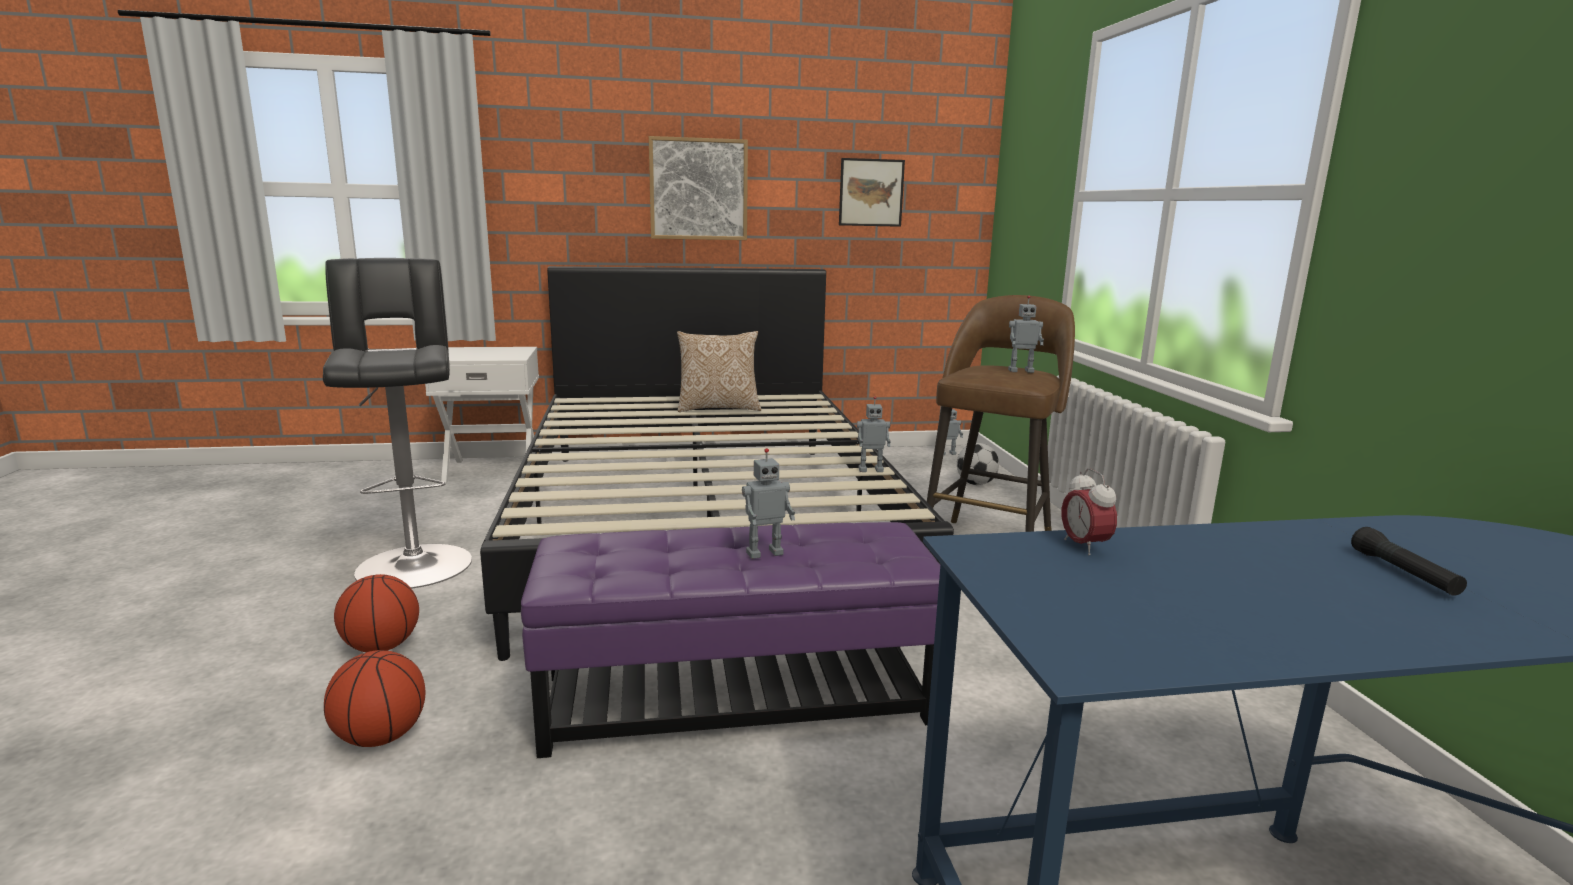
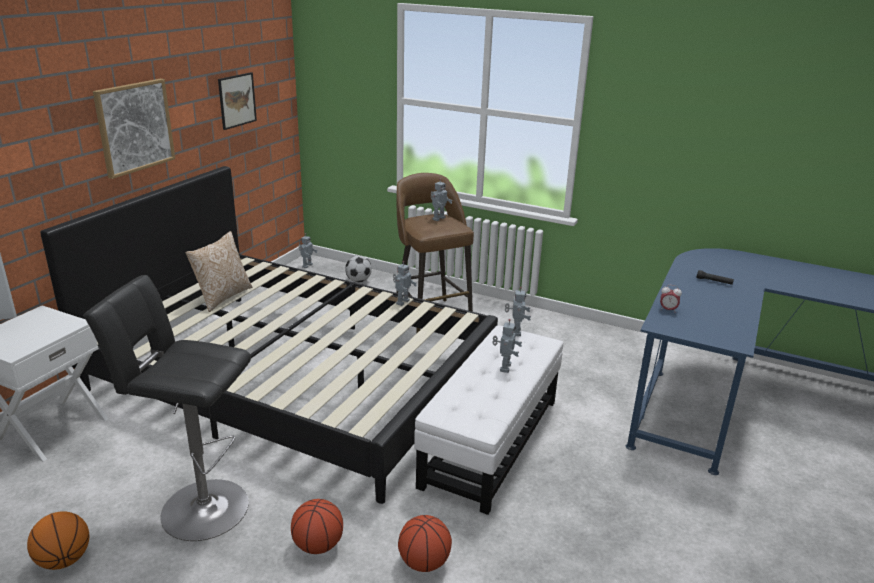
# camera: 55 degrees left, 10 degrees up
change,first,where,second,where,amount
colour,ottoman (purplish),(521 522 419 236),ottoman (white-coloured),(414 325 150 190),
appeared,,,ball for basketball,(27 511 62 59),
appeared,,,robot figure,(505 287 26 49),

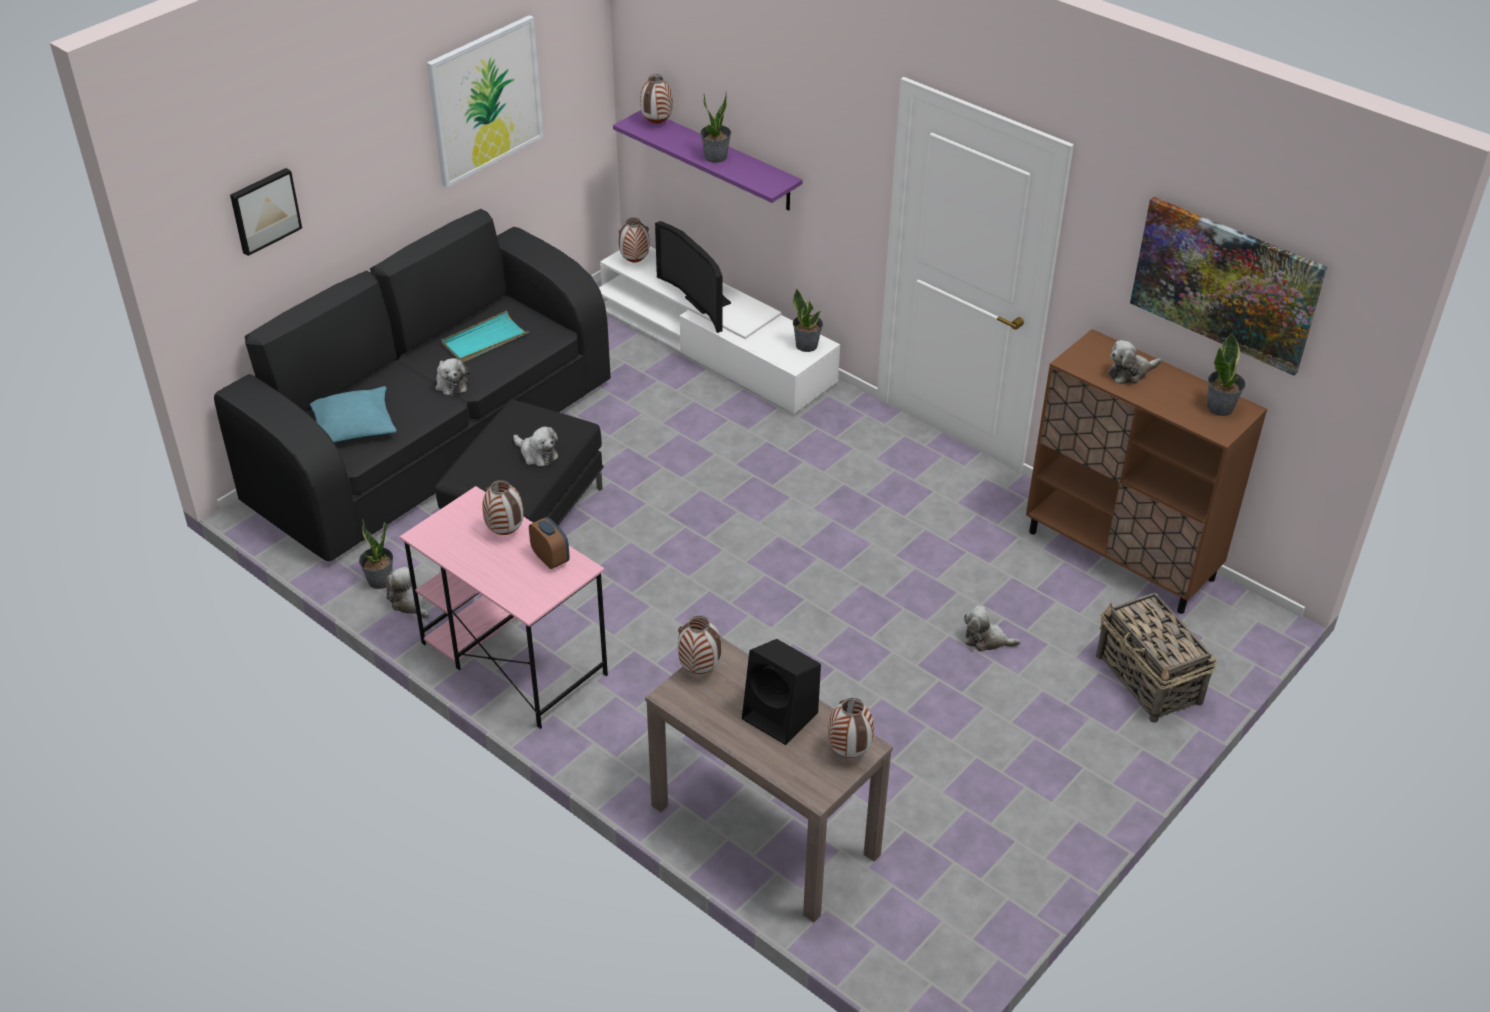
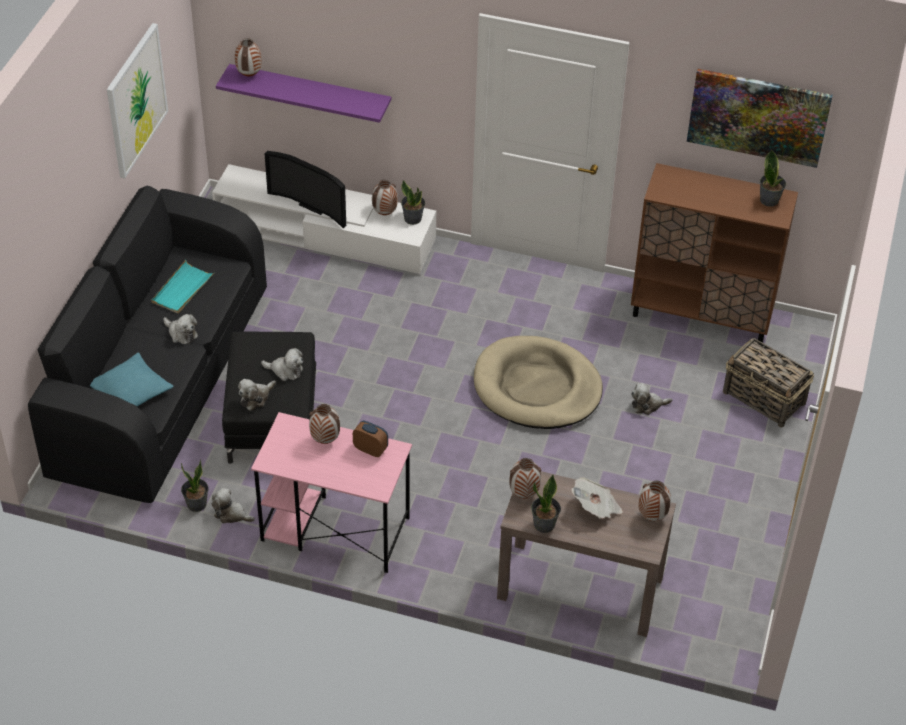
# camera: 25 degrees left, 5 degrees up
change,first,where,second,where,amount
missing,wall picture,(230 168 72 88),,,
relocated,decorative vase,(618 218 31 45),,(372 180 26 35),
relocated,houseplant,(700 92 31 71),,(531 474 30 59),
exchanged,loudspeaker (blackish),(742 639 79 106),printed paper,(571 477 52 42),
relocated,plush toy,(1108 340 53 44),,(238 379 38 32),
appeared,,,dog bed (beige-coloured),(474 336 129 93),

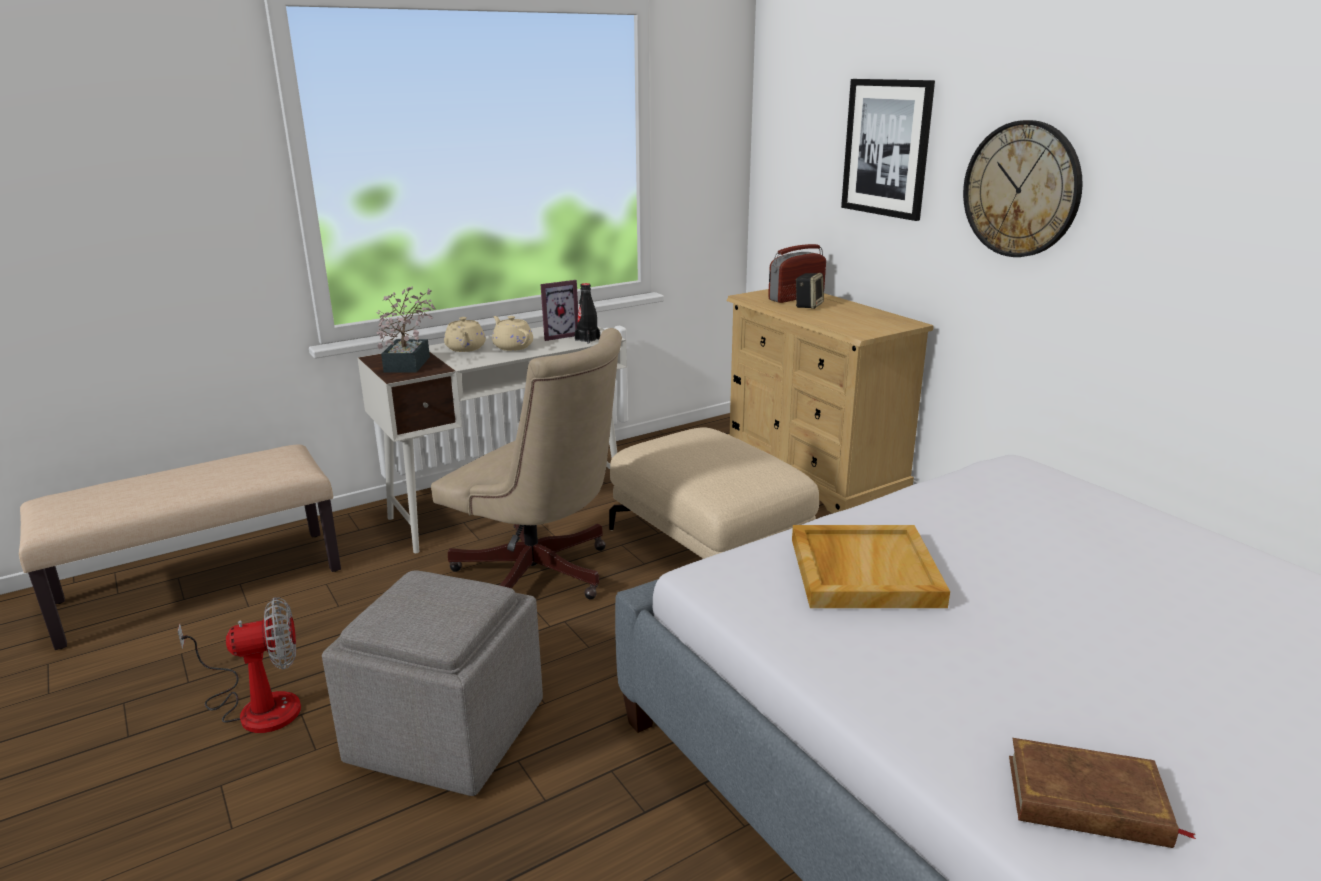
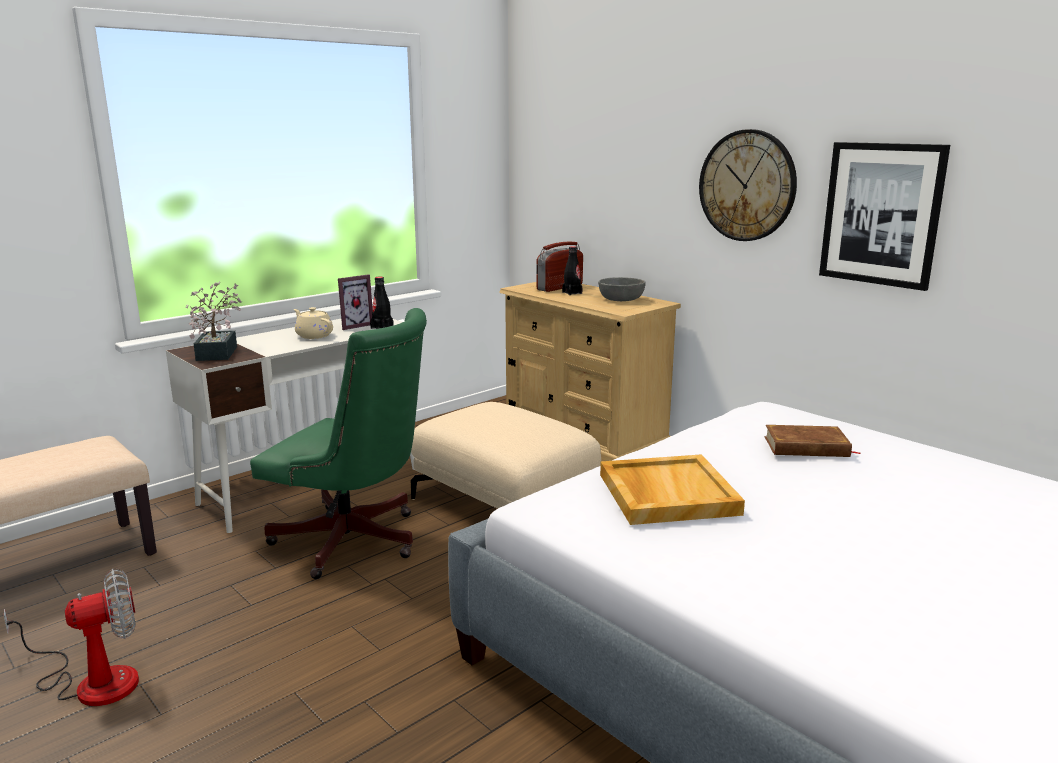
# camera: 10 degrees left, 5 degrees down
change,first,where,second,where,amount
missing,ottoman (gray),(322 570 221 226),,,
colour,computer chair (beige-coloured),(431 328 191 271),computer chair (green-coloured),(250 308 177 271),
missing,teapot (beige-coloured),(444 317 42 35),,,
exchanged,loudspeaker,(795 273 29 36),bottle (blackish),(562 246 21 49),
relocated,wall picture,(841 79 94 142),,(819 142 131 149),
relocated,book (brown),(1009 738 187 110),,(765 425 96 32),
appeared,,,bowl (gray),(598 277 47 24),

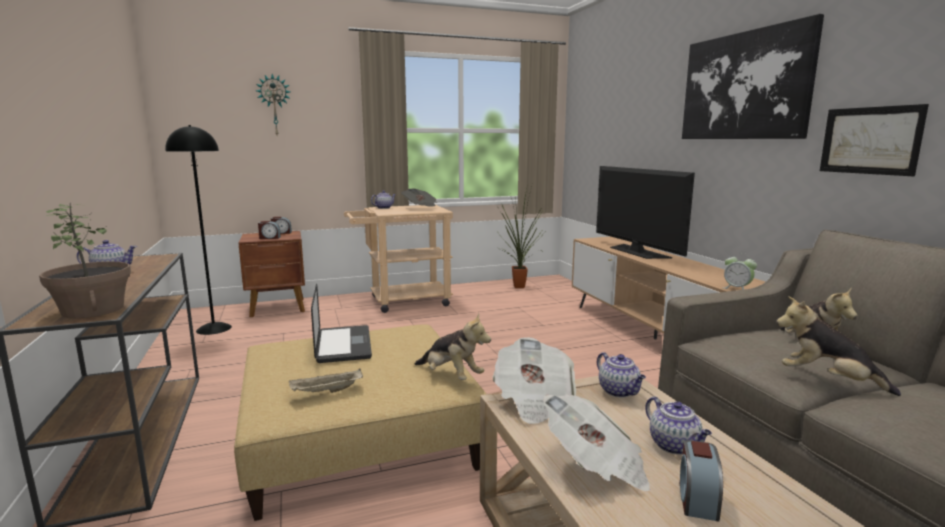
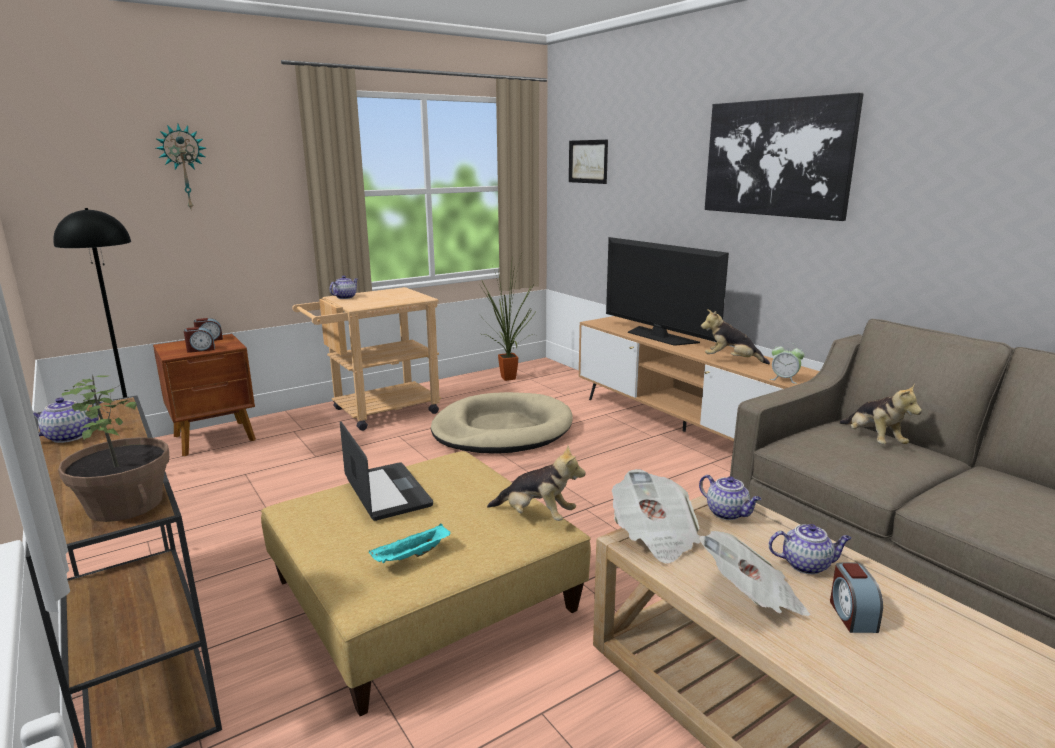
# camera: 15 degrees left, 5 degrees up
change,first,where,second,where,amount
colour,serving tray (beige-coloured),(289 369 74 24),serving tray (blue-green),(369 524 81 39),
missing,printed paper,(401 189 36 18),,,
spun,teapot,(645 397 67 58),,(769 524 83 50),45 degrees counterclockwise
relocated,plush toy,(776 296 125 100),,(701 309 69 55),
relocated,wall picture,(820 104 109 72),,(569 140 39 44),
appeared,,,dog bed (beige-coloured),(431 392 142 62),

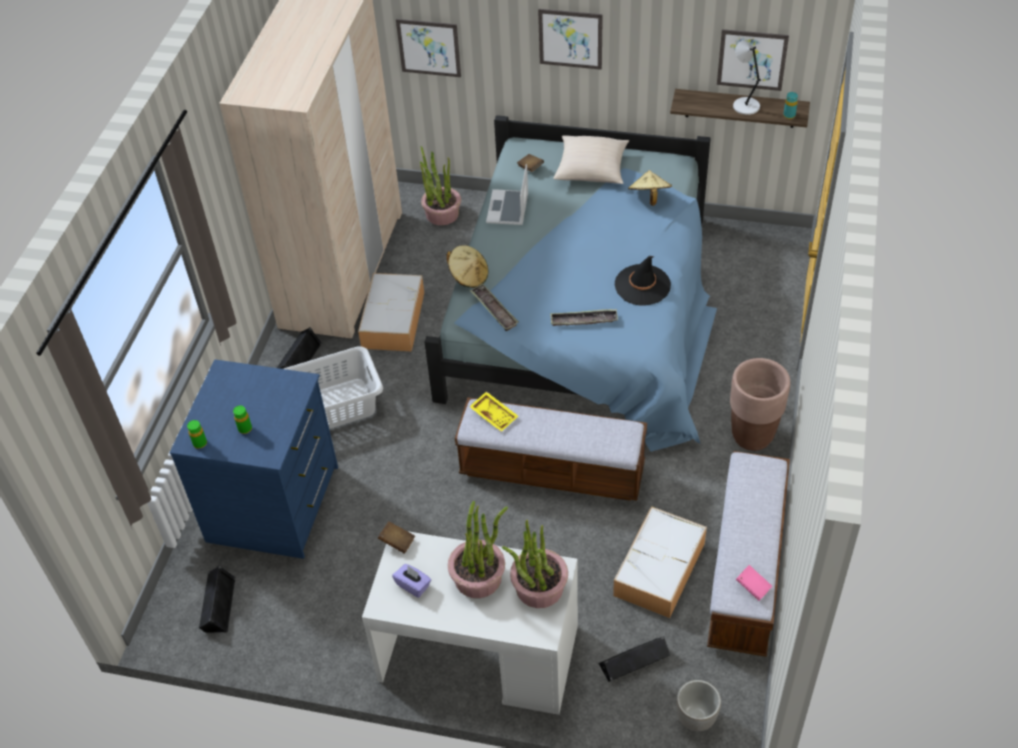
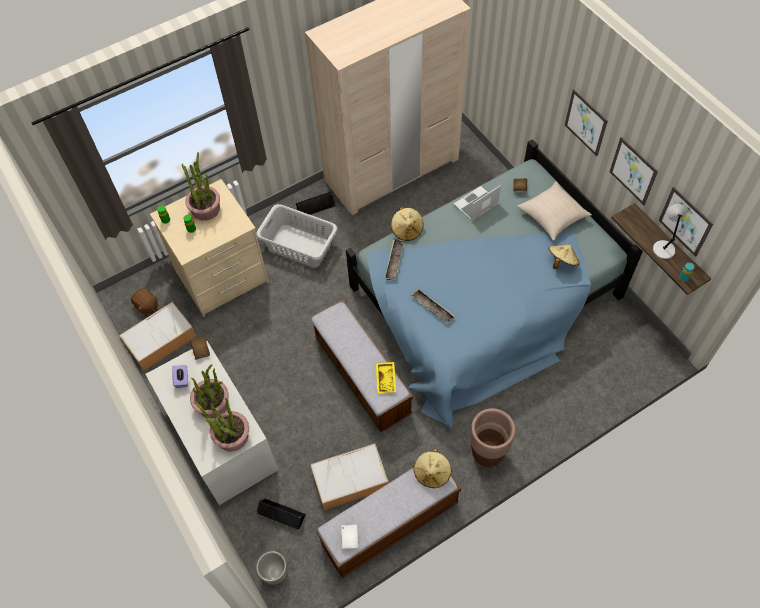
# camera: 45 degrees right, 10 degrees up
change,first,where,second,where,amount
colour,chest of drawers (blue),(169 359 169 200),chest of drawers (beige-coloured),(150 179 119 138),
exchanged,loudspeaker (blackish),(199 565 37 68),plush toy (brown),(131 288 27 28),
relocated,storage container,(358 273 66 78),,(119 302 77 68),
relocated,wall picture,(396 19 65 58),,(610 137 48 68),
relocated,houseplant,(420 146 41 79),,(182 152 38 69),
relocated,serving tray (yellow),(469 391 49 41),,(376 362 20 31),
missing,wearable hat (blackish),(615 256 56 50),,,
colour,book (pink-coloured),(736 565 36 36),book (white-coloured),(341 525 17 24),
appeared,,,wearable hat (beige-coloured),(413 449 38 39),

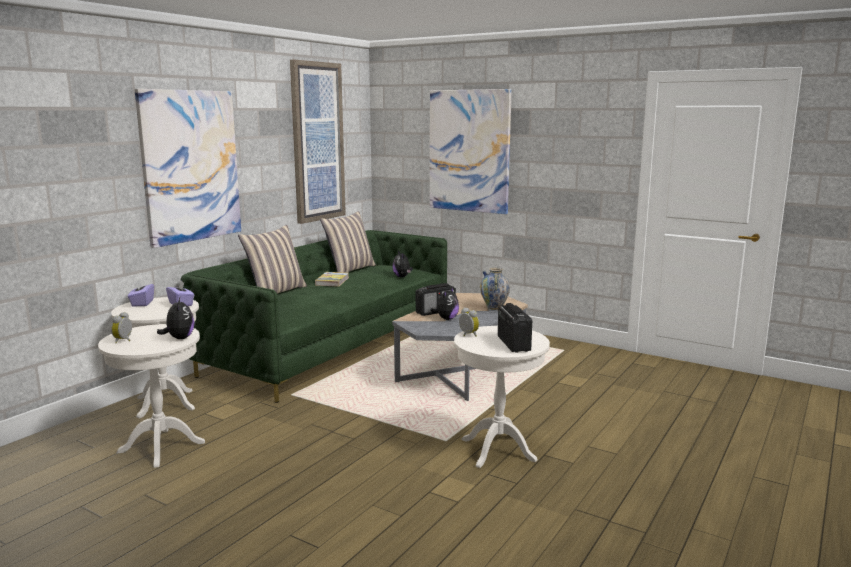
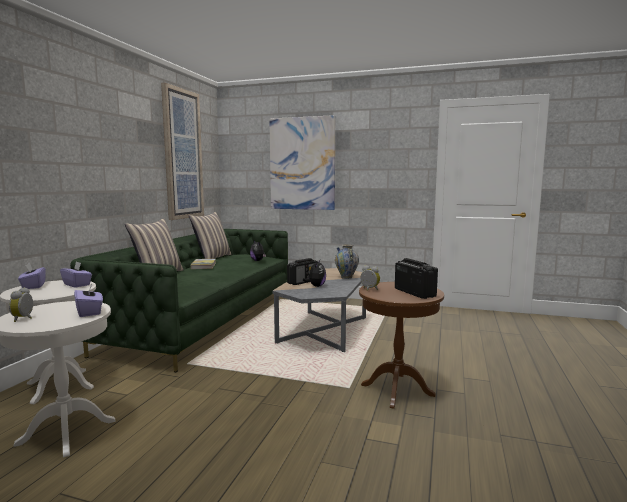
# camera: 15 degrees left, 5 degrees down
change,first,where,second,where,amount
missing,wall picture,(135 89 106 159),,,
exchanged,plush toy,(157 298 37 41),tissue box (purplish),(74 283 29 34),
colour,side table (white-coloured),(454 326 96 142),side table (brown),(359 282 85 127),

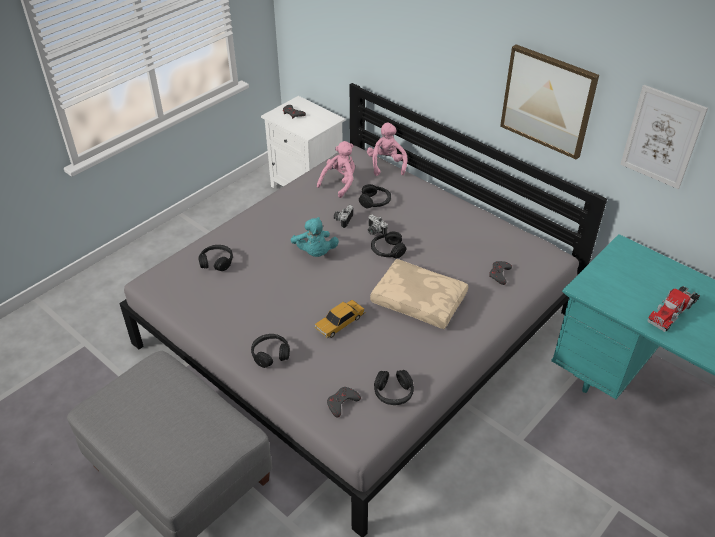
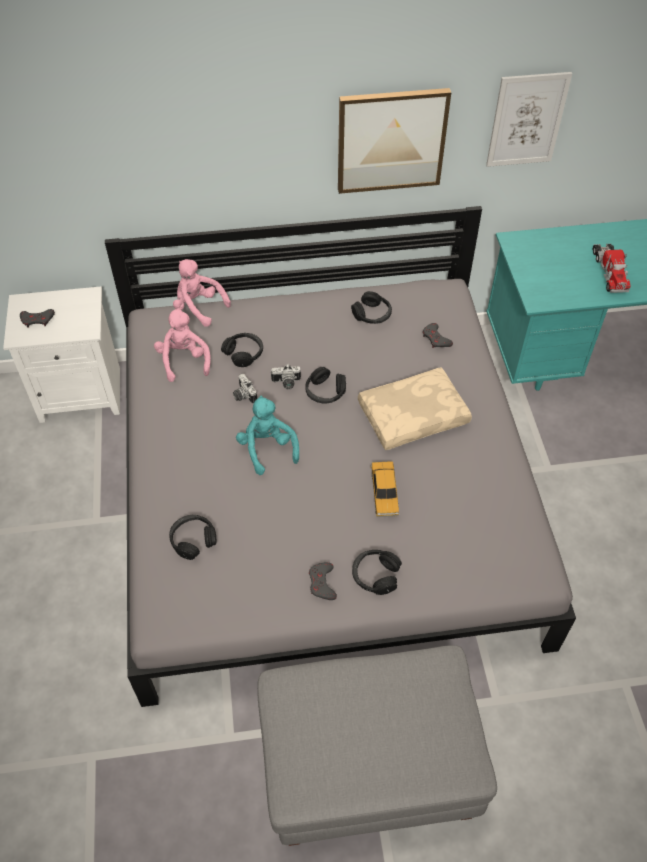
# camera: 50 degrees left, 10 degrees up
change,first,where,second,where,amount
spun,plush toy (blue-green),(291 217 48 40),,(236 396 63 79),135 degrees counterclockwise
relocated,gamepad (gray),(327 387 34 31),,(309 562 28 38),
relocated,pair of headphones (blackish),(374 370 40 35),,(351 291 41 33),

